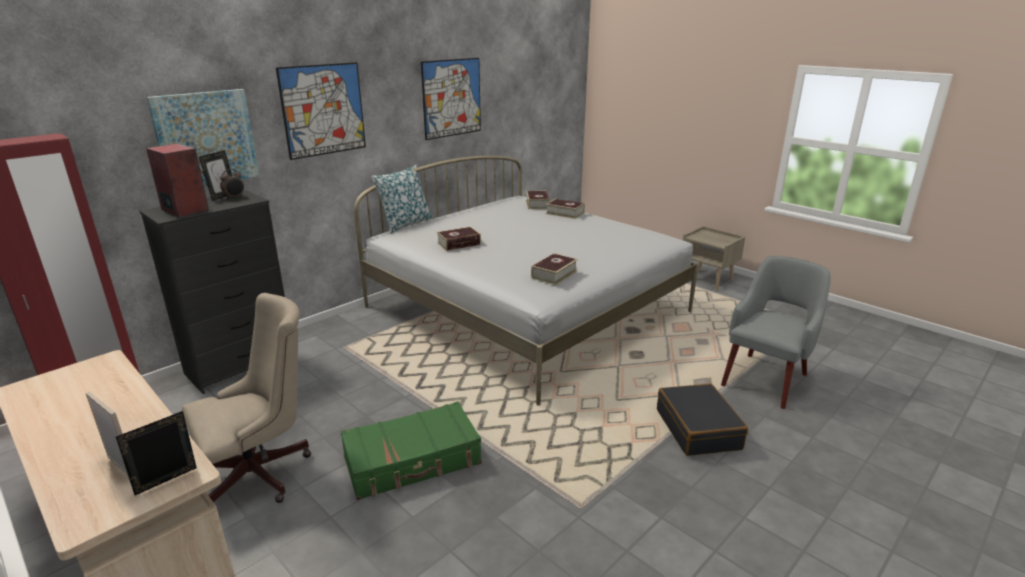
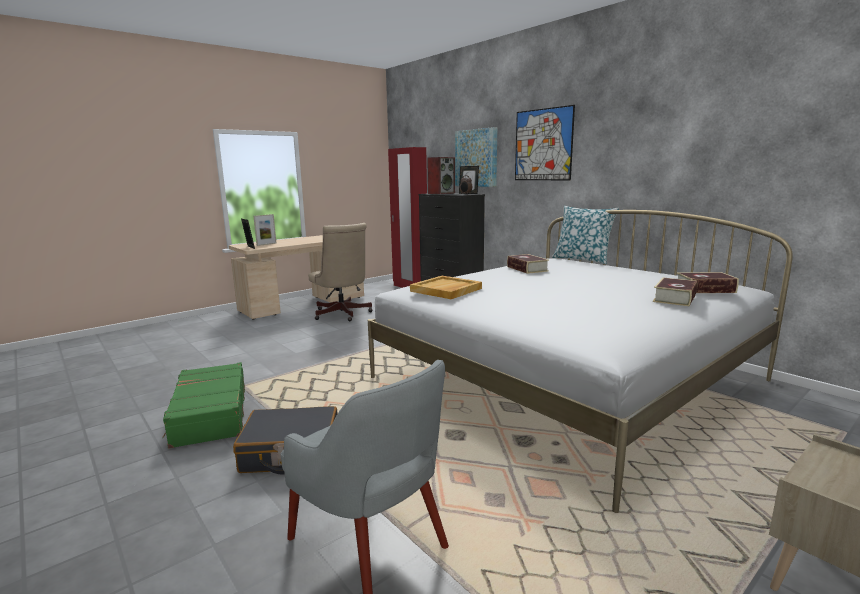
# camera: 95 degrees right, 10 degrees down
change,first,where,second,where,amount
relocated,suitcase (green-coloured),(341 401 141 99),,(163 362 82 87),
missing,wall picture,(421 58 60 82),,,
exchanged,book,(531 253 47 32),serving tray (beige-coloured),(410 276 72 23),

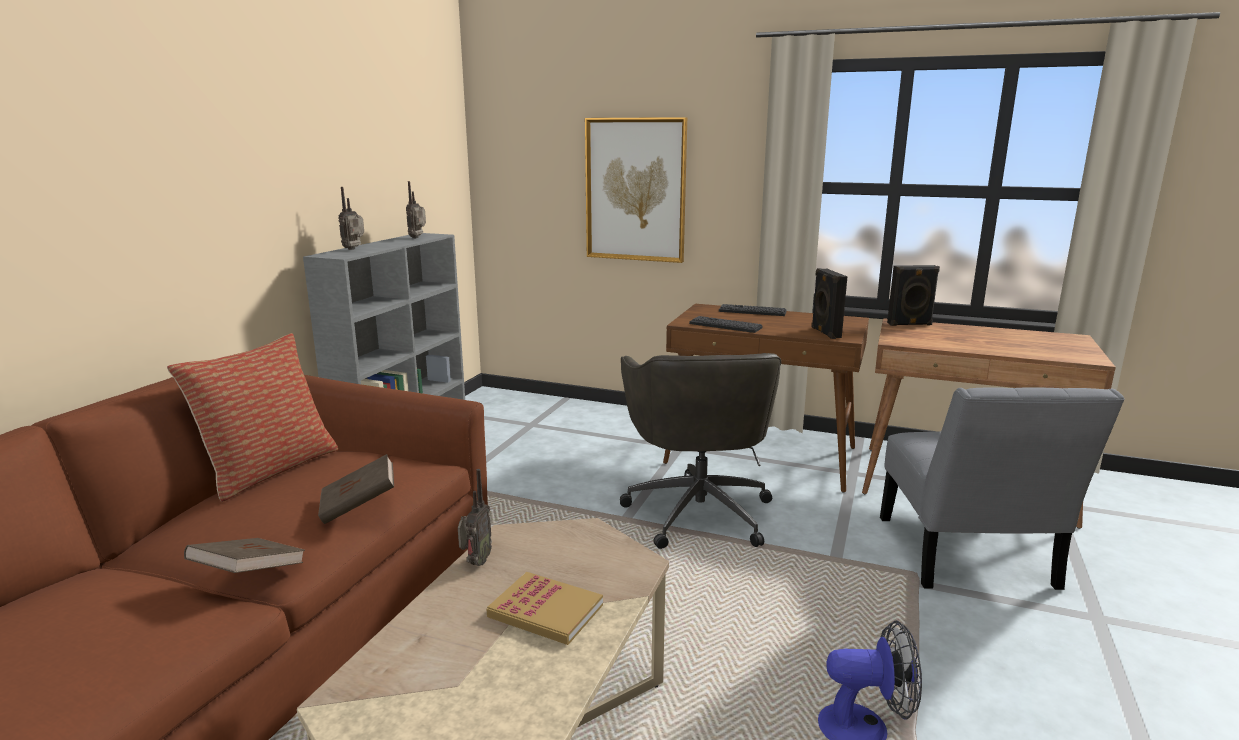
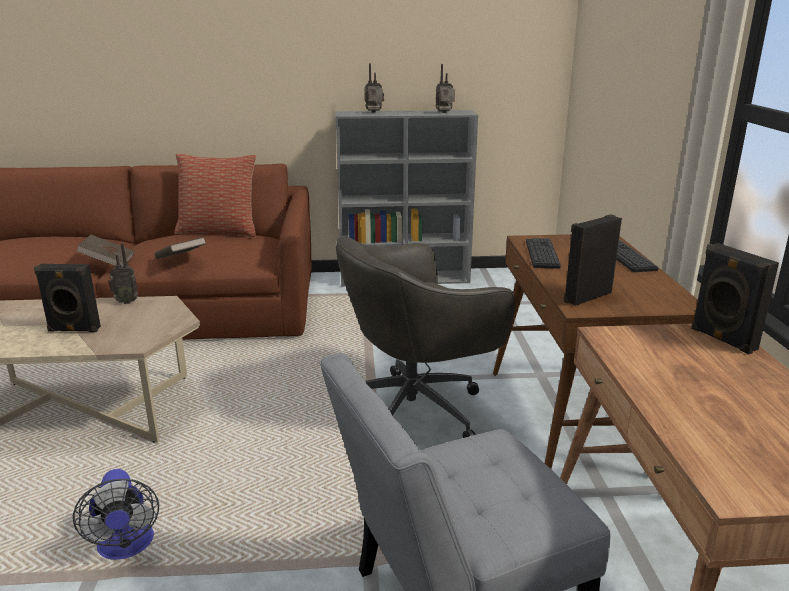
# camera: 65 degrees right, 5 degrees up
change,first,where,second,where,amount
exchanged,book,(487 572 116 73),loudspeaker (blackish),(34 264 67 68),
missing,wall picture,(585 117 102 146),,,

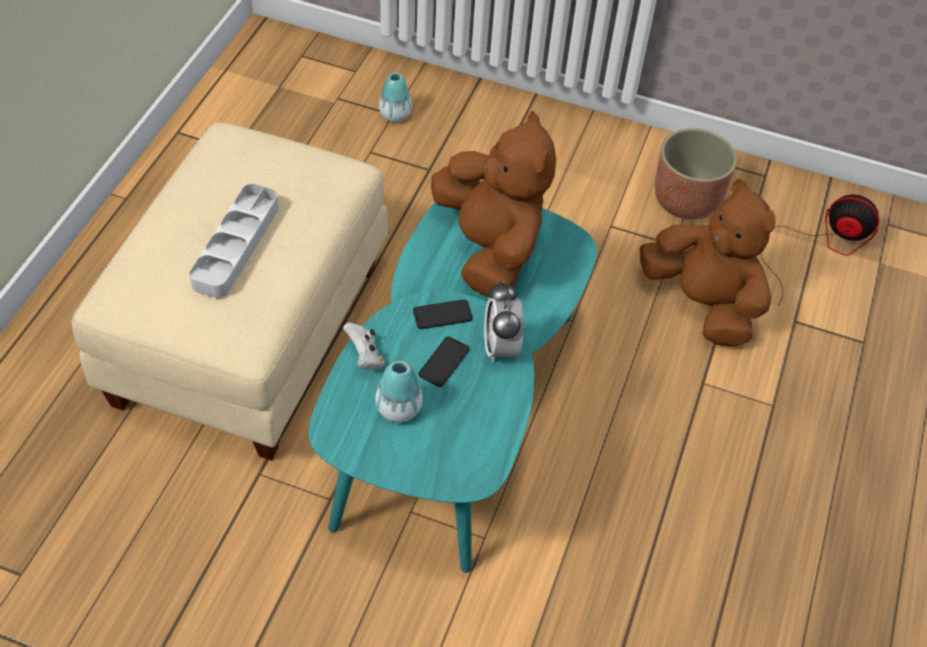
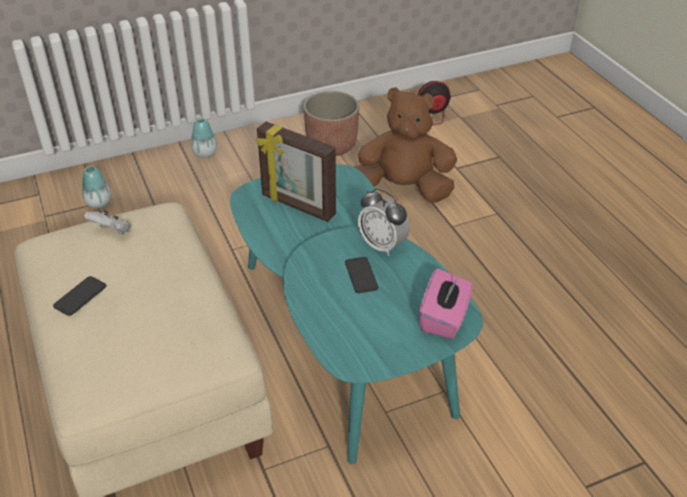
# camera: 40 degrees left, 10 degrees down
change,first,where,second,where,amount
missing,serving tray (gray),(189 183 90 115),,,
relocated,gamepad (white-coloured),(343 322 42 48),,(84 210 47 24),
relocated,decorative vase,(375 361 48 61),,(191 119 26 39),
relocated,handset,(413 299 60 30),,(53 276 53 40),
exchanged,plush toy (brown),(431 110 125 187),picture frame,(256 122 80 100),
appeared,,,tissue box (pink-coloured),(419 268 54 71),

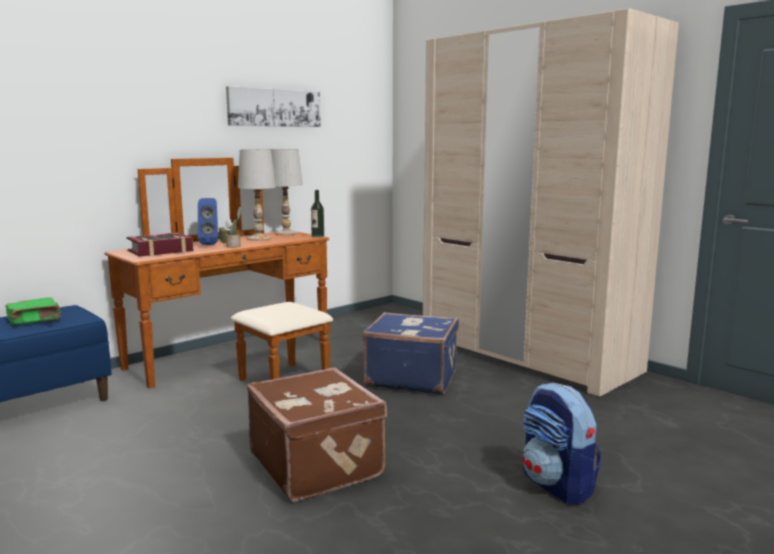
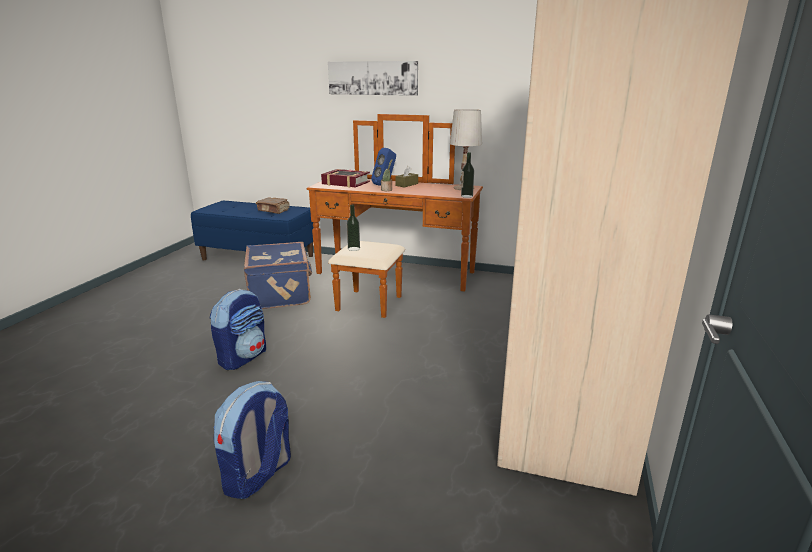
# camera: 60 degrees right, 10 degrees up
change,first,where,second,where,amount
colour,book (green-coloured),(6 297 55 28),book (brown),(256 197 33 17),
relocated,wall picture,(226 86 95 41),,(328 61 90 35),
missing,tabletop lamp (white-coloured),(238 149 38 92),,,
exchanged,suitcase (brown),(247 367 140 135),knapsack,(210 289 56 81),
relocated,suitcase (blue),(363 312 96 82),,(244 242 68 67),
appeared,,,bottle,(347 205 13 46),

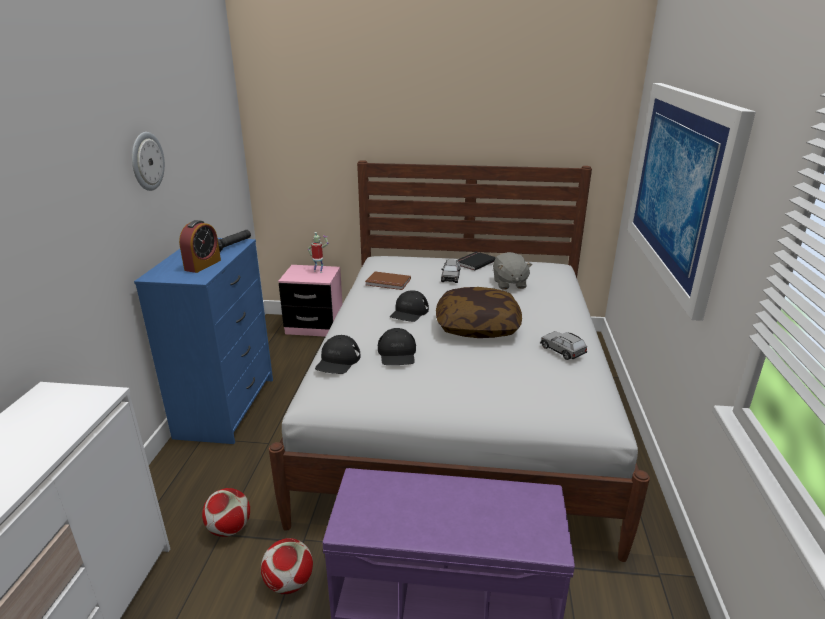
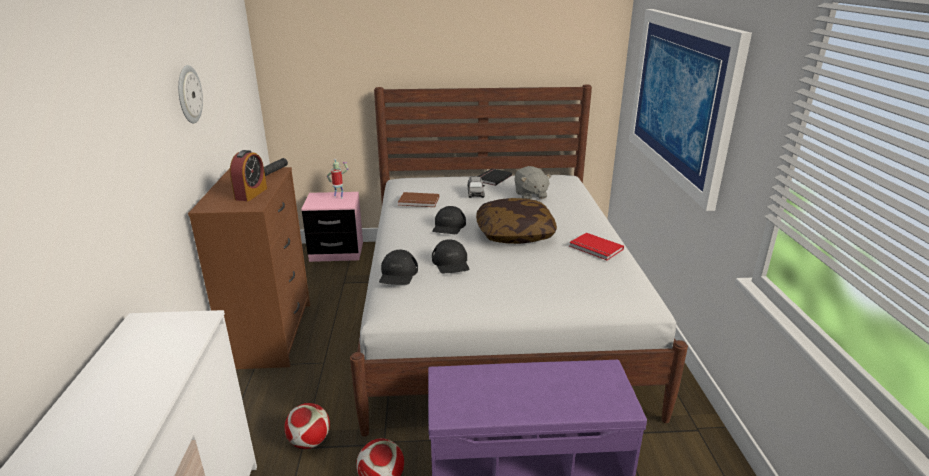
# camera: 10 degrees left, 0 degrees up
change,first,where,second,where,amount
colour,chest of drawers (blue),(134 238 139 206),chest of drawers (brown),(188 167 122 202),
exchanged,toy car (gray),(540 331 48 29),book (reddish),(569 233 55 27),

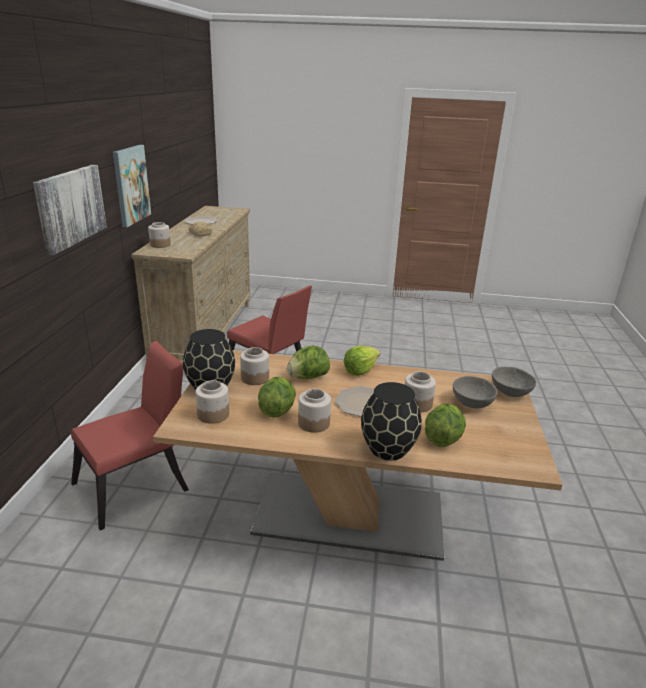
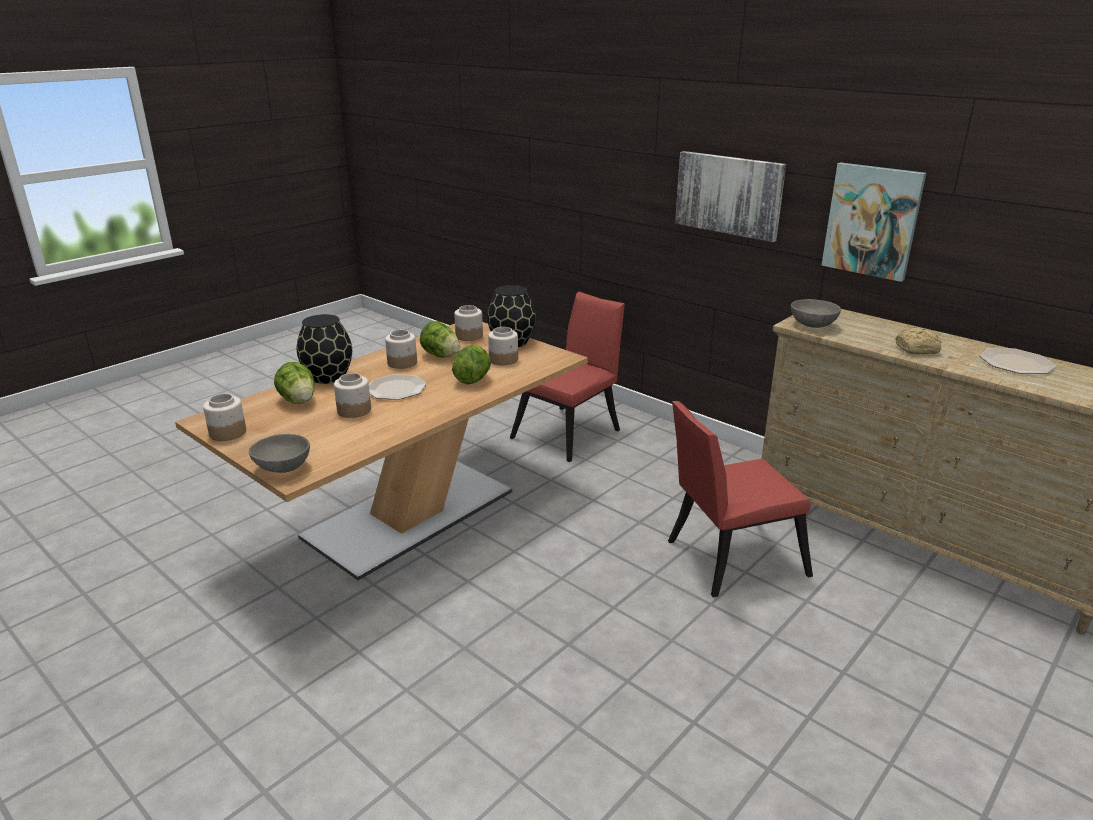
# camera: 125 degrees right, 0 degrees up
change,first,where,second,where,amount
spun,chair (reddish),(71 341 118 190),,(510 292 115 170),135 degrees counterclockwise
relocated,preserve jar,(148 222 23 26),,(203 394 43 47),
missing,lettuce,(344 346 36 30),,,
relocated,bowl (gray),(453 376 45 32),,(791 299 50 29),

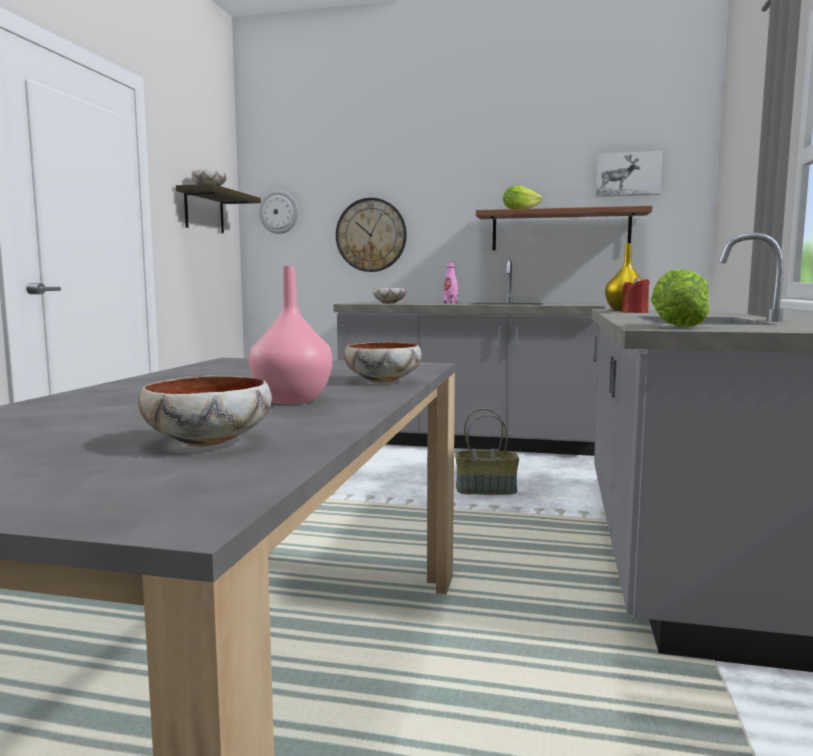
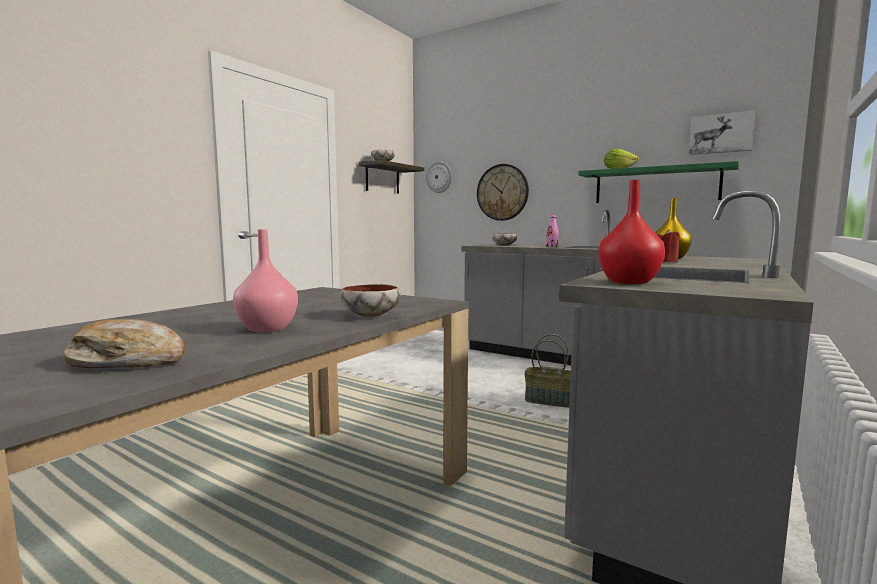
# camera: 20 degrees right, 0 degrees up
change,first,where,second,where,amount
exchanged,bowl,(138 375 134 72),bakery bread,(64 319 121 49),
colour,bracket shelf (brown),(476 206 176 44),bracket shelf (green-coloured),(578 161 161 42),
exchanged,lettuce,(651 269 58 58),decorative vase (reddish),(598 180 67 104),

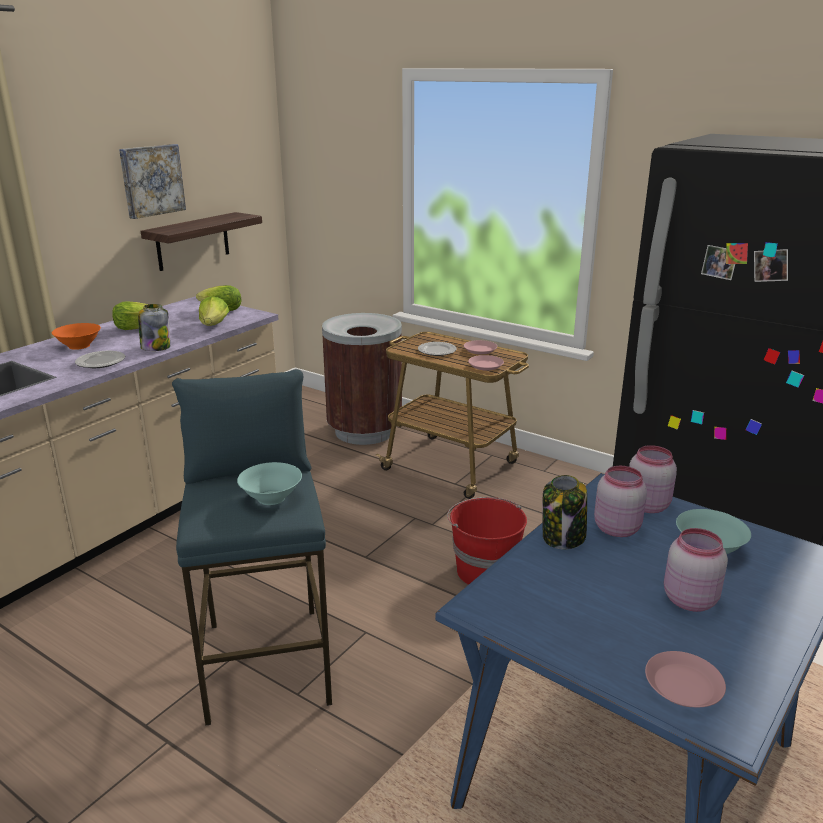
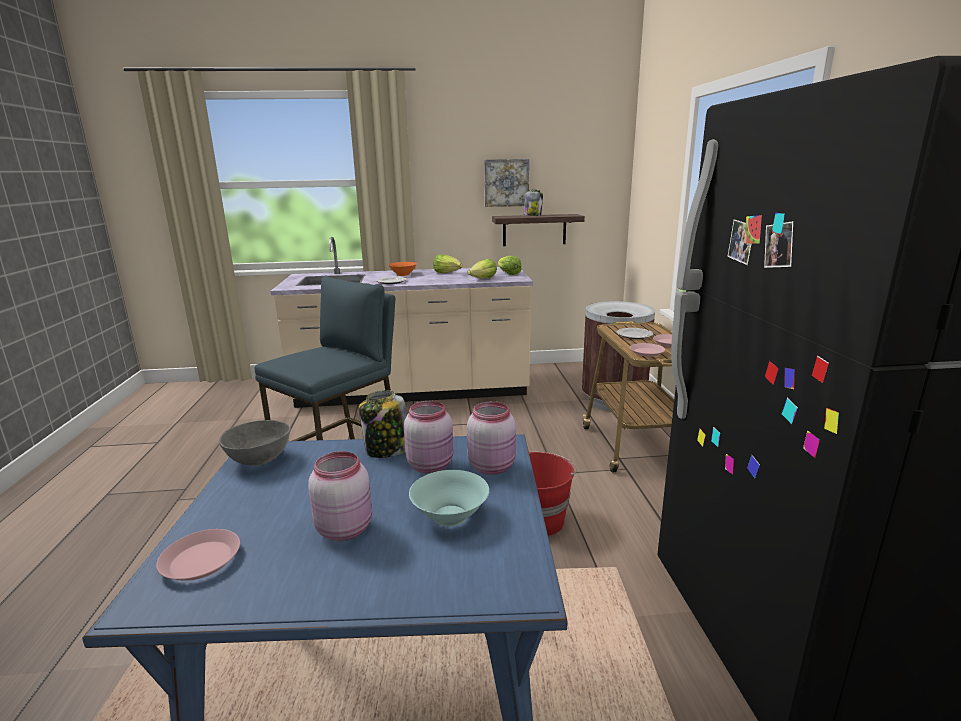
# camera: 50 degrees right, 5 degrees down
change,first,where,second,where,amount
relocated,preserve jar,(138 304 32 47),,(524 189 19 27),
missing,bowl (blue-green),(237 462 65 43),,,
appeared,,,bowl (gray),(219 420 72 46),

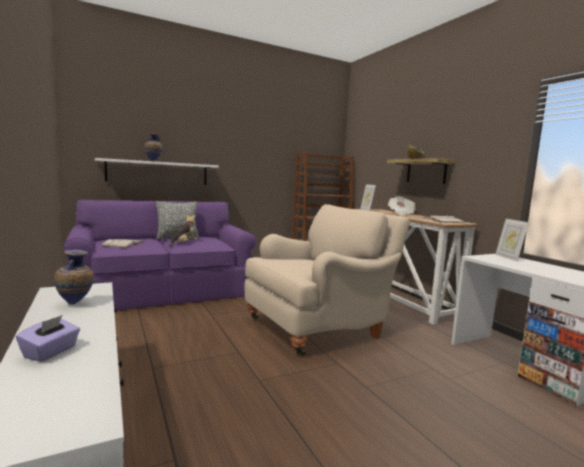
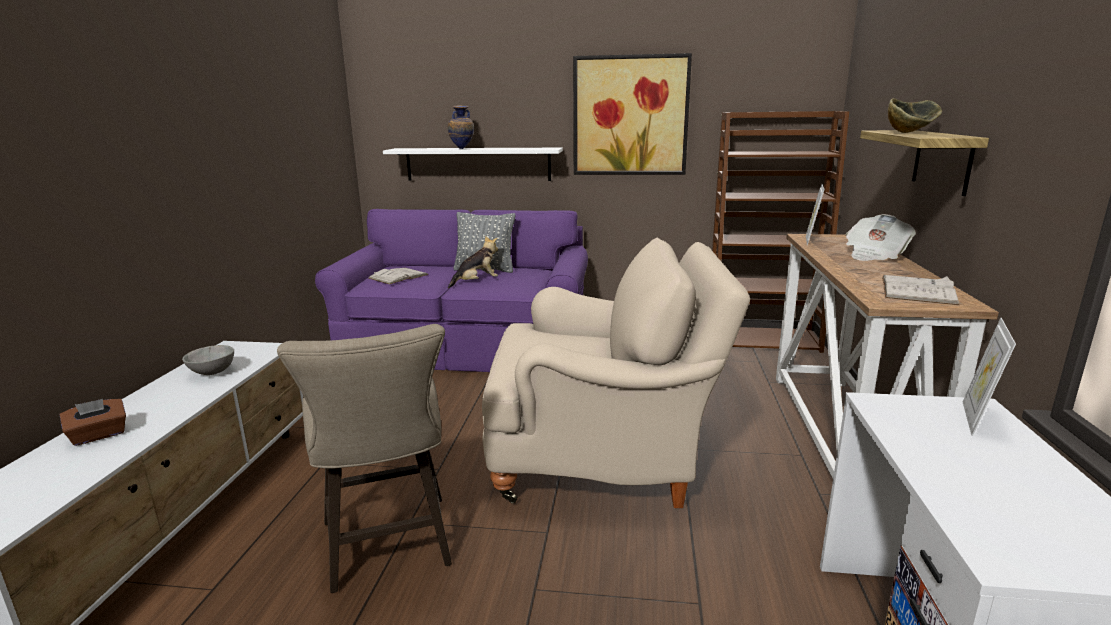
# camera: 35 degrees right, 10 degrees up
change,first,where,second,where,amount
colour,tissue box (purplish),(16 315 64 47),tissue box (brown),(60 399 66 47),
exchanged,decorative vase,(54 250 40 55),bowl (gray),(182 345 52 30),
appeared,,,sitting stool (beige-coloured),(277 324 175 269),
appeared,,,wall picture,(573 53 119 122),

